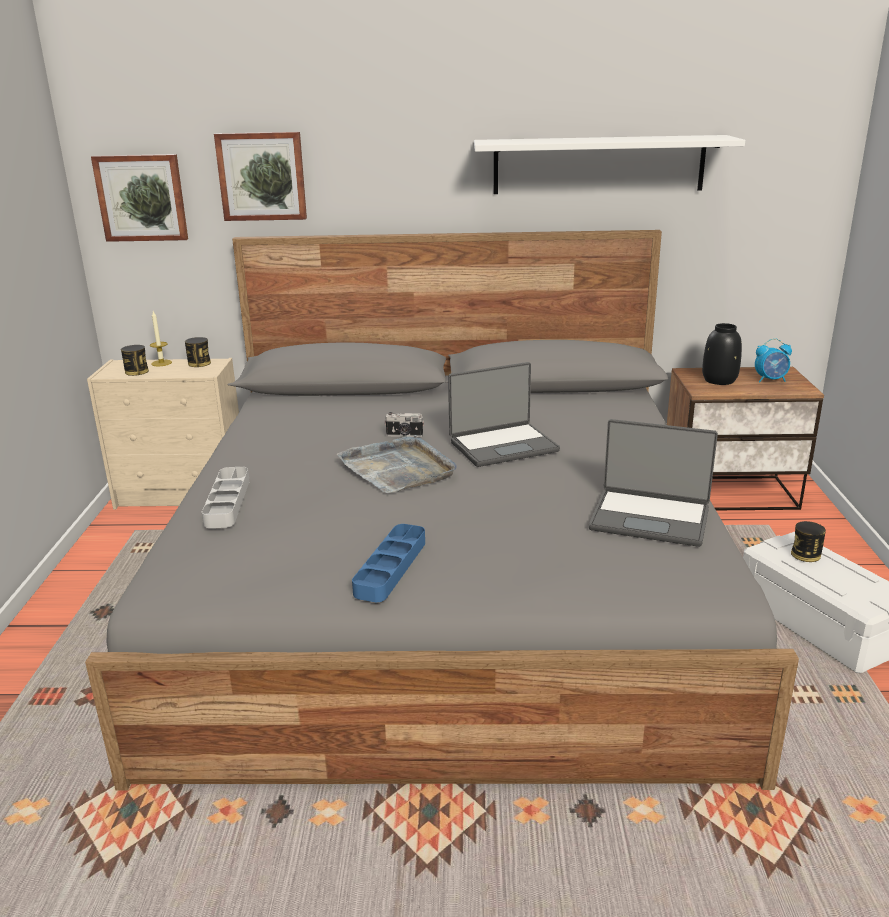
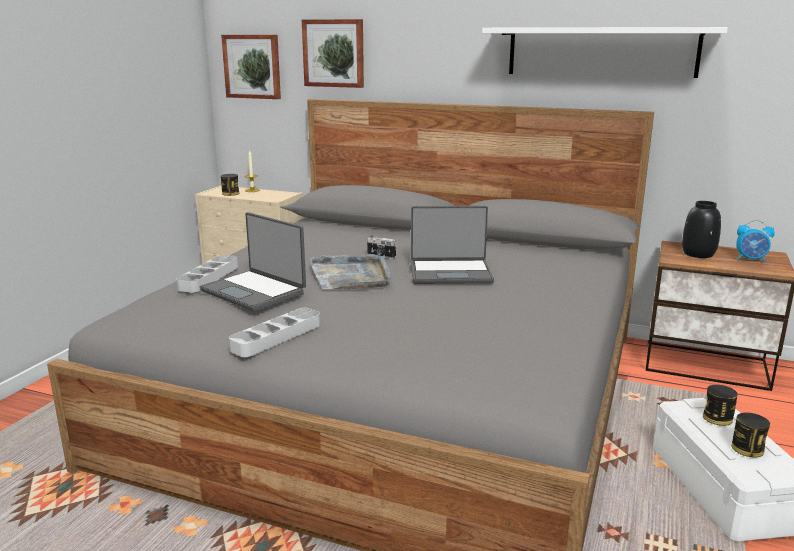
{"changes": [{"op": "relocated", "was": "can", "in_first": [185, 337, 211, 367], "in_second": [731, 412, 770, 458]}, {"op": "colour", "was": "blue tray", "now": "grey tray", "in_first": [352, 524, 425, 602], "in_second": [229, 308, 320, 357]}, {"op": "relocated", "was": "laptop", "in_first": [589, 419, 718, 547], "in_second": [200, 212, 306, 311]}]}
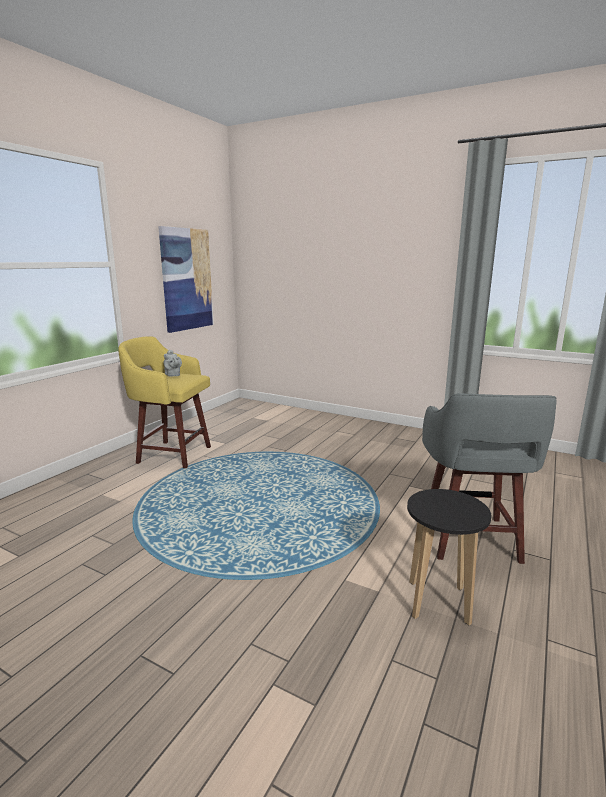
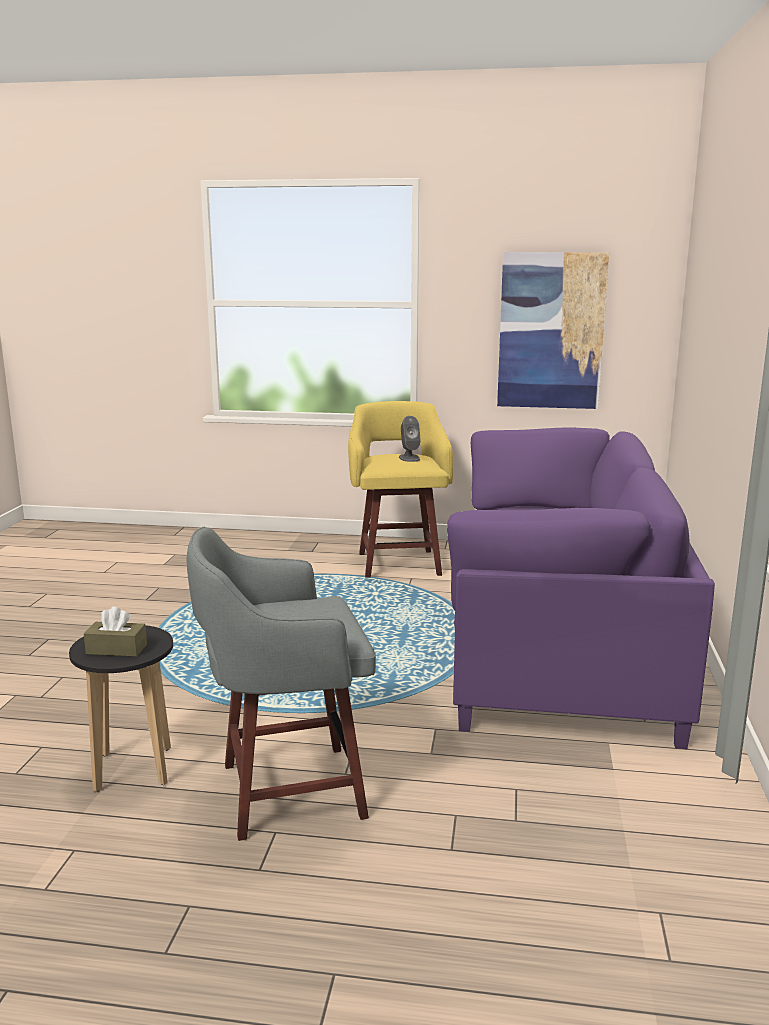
{"changes": [{"op": "exchanged", "was": "grey teapot", "now": "grey speaker", "in_first": [164, 350, 182, 377], "in_second": [399, 416, 421, 462]}, {"op": "appeared", "now": "brown tissue box", "in_second": [84, 607, 147, 657]}, {"op": "appeared", "now": "purple sofa", "in_second": [447, 428, 715, 749]}]}
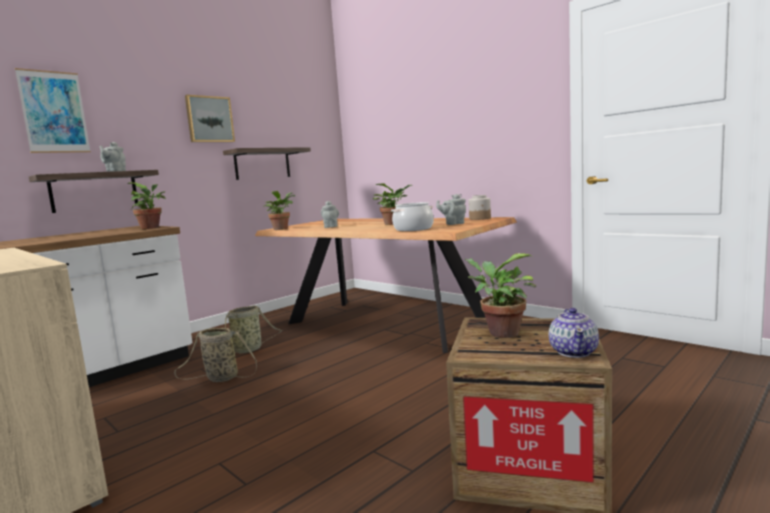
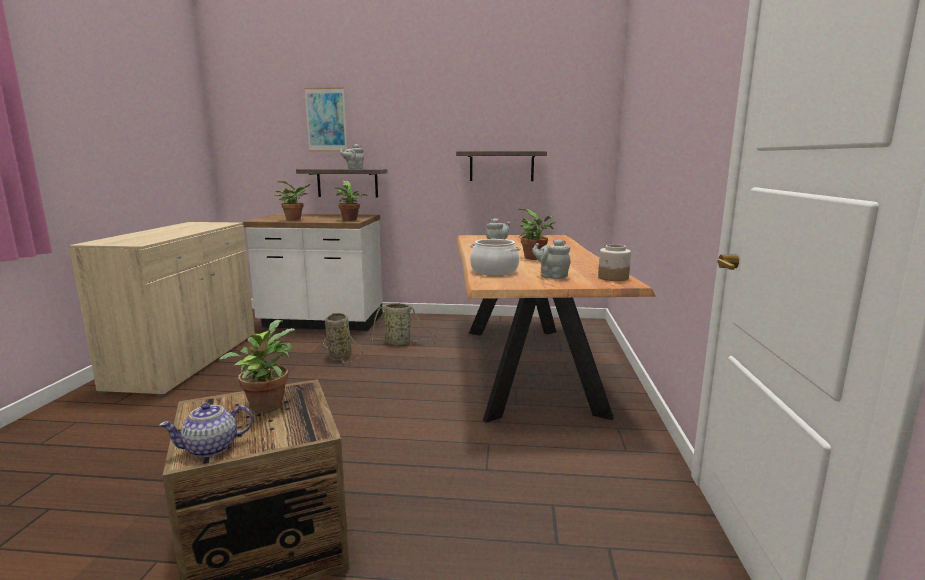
{"changes": [{"op": "missing", "was": "picture", "in_first": [185, 95, 235, 142]}, {"op": "relocated", "was": "potted plant", "in_first": [263, 191, 295, 230], "in_second": [275, 181, 313, 220]}]}
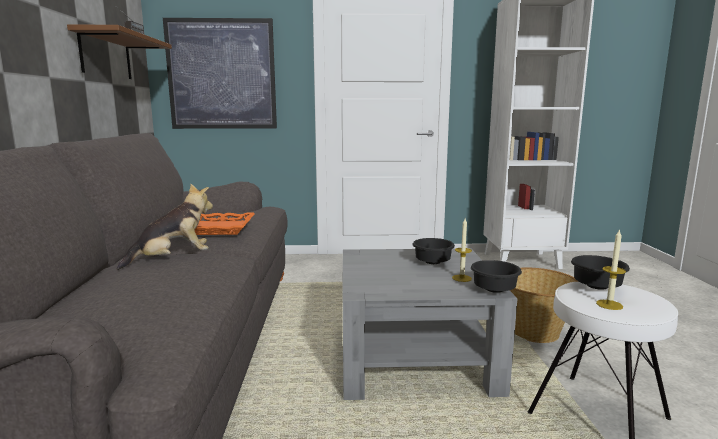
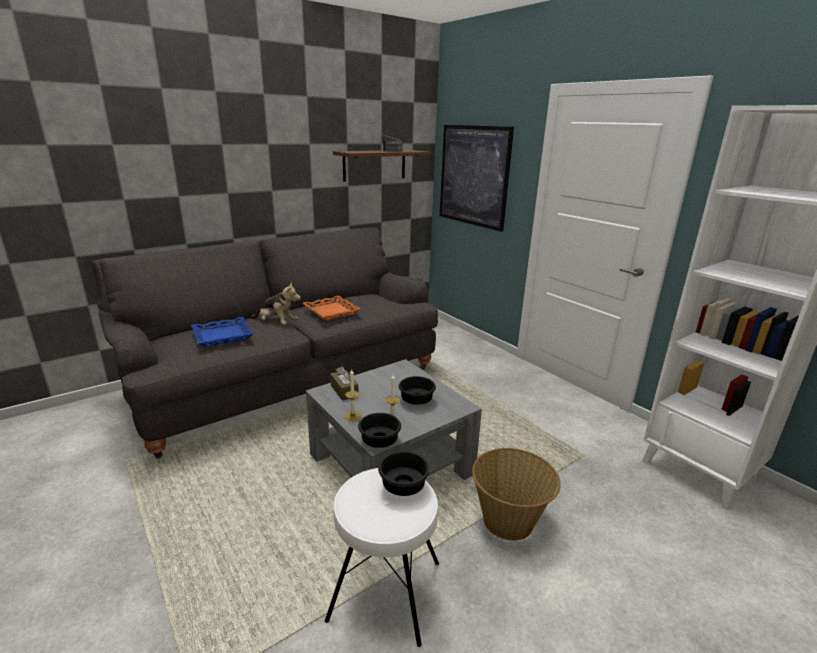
{"changes": [{"op": "relocated", "was": "candle", "in_first": [596, 229, 626, 310], "in_second": [345, 369, 361, 421]}, {"op": "appeared", "now": "blue tray", "in_second": [191, 317, 254, 347]}, {"op": "appeared", "now": "brown tissue box", "in_second": [330, 366, 358, 401]}]}
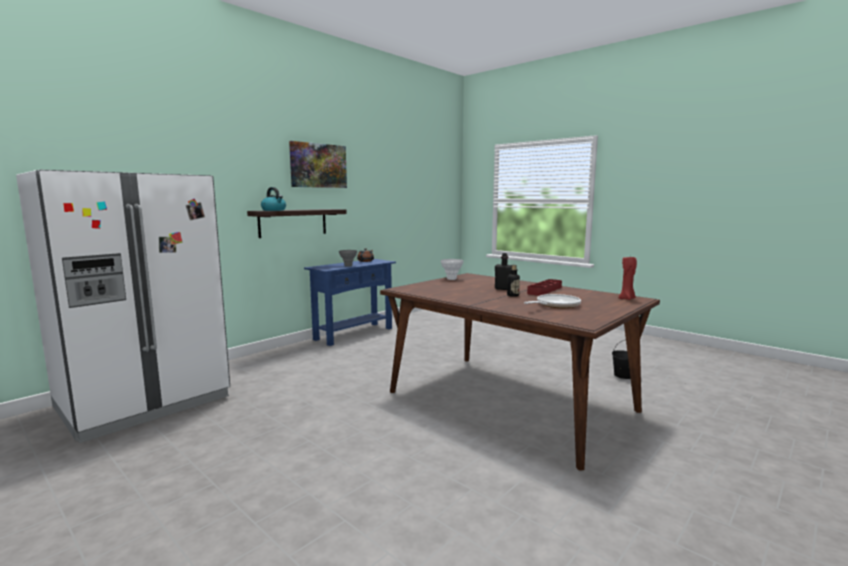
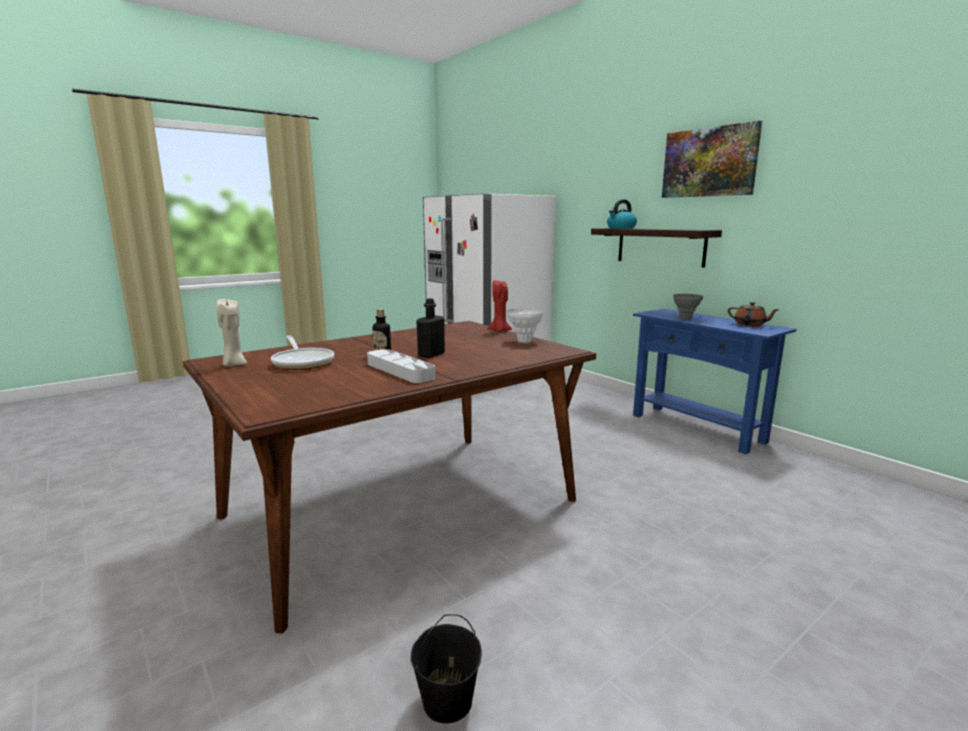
{"changes": [{"op": "colour", "was": "red tray", "now": "grey tray", "in_first": [527, 279, 562, 296], "in_second": [367, 349, 435, 383]}, {"op": "relocated", "was": "red candle", "in_first": [619, 257, 637, 300], "in_second": [488, 279, 512, 332]}, {"op": "appeared", "now": "beige candle", "in_second": [216, 298, 247, 367]}]}
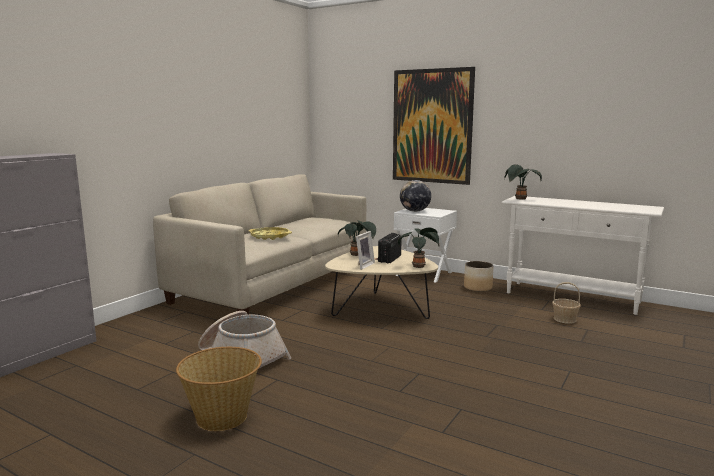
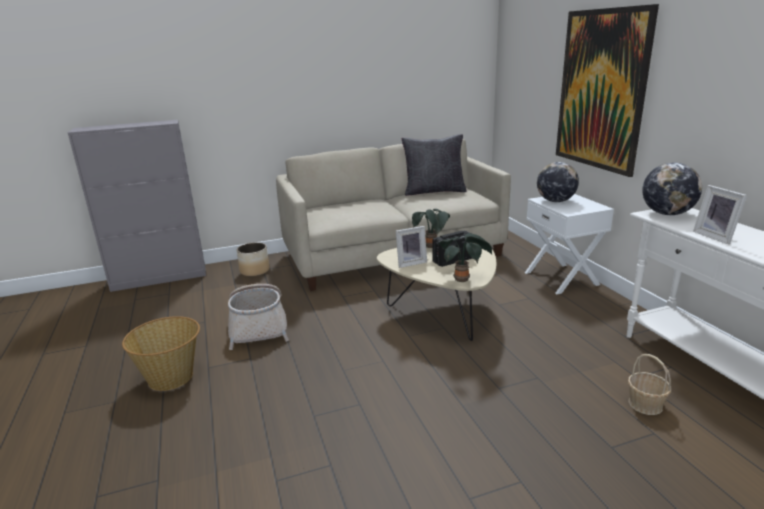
{"changes": [{"op": "missing", "was": "yellow tray", "in_first": [248, 227, 292, 240]}, {"op": "relocated", "was": "planter", "in_first": [464, 261, 493, 292], "in_second": [237, 242, 270, 277]}, {"op": "exchanged", "was": "potted plant", "now": "globe", "in_first": [504, 164, 542, 200], "in_second": [642, 162, 702, 215]}, {"op": "appeared", "now": "black pillow", "in_second": [402, 134, 467, 196]}, {"op": "appeared", "now": "picture frame", "in_second": [693, 185, 747, 244]}]}
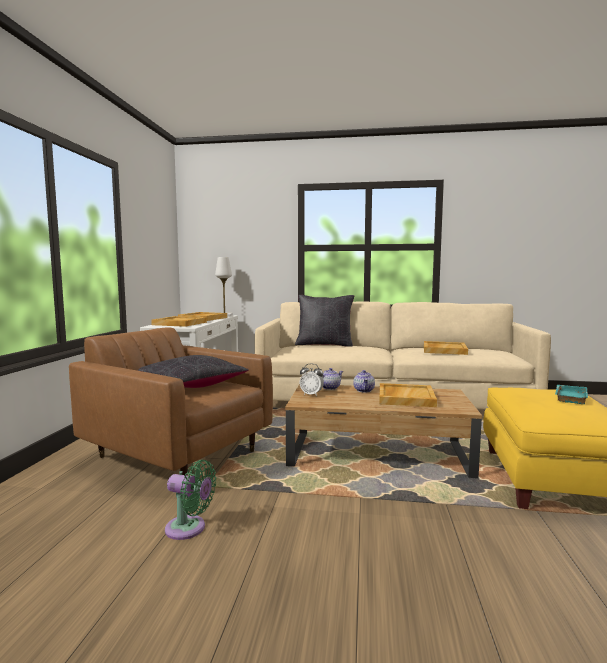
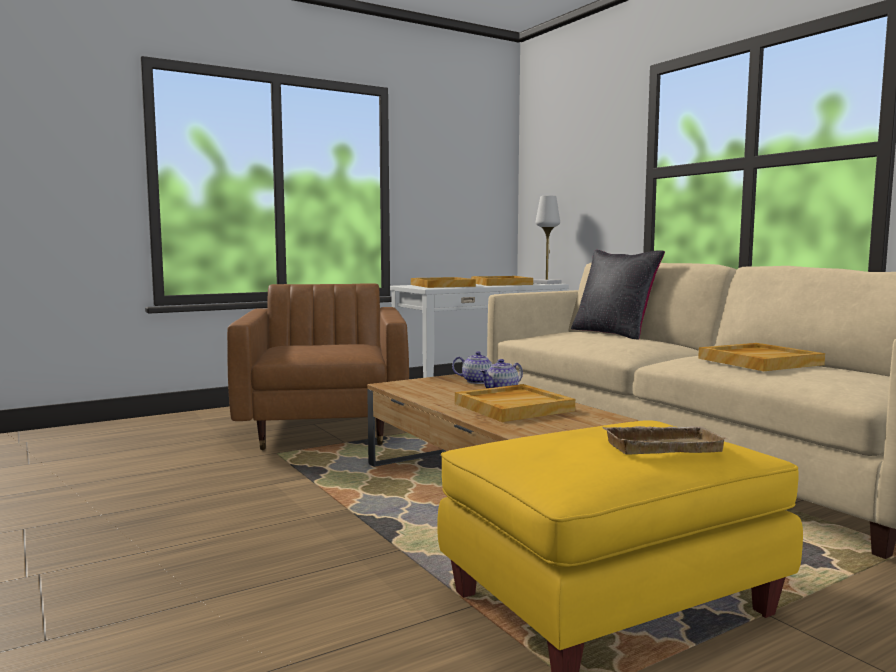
{"changes": [{"op": "missing", "was": "black pillow", "in_first": [138, 355, 249, 388]}, {"op": "missing", "was": "green fan", "in_first": [165, 460, 216, 540]}, {"op": "missing", "was": "alarm clock", "in_first": [299, 364, 324, 396]}, {"op": "colour", "was": "turquoise tray", "now": "beige tray", "in_first": [555, 385, 588, 404], "in_second": [603, 426, 728, 455]}]}
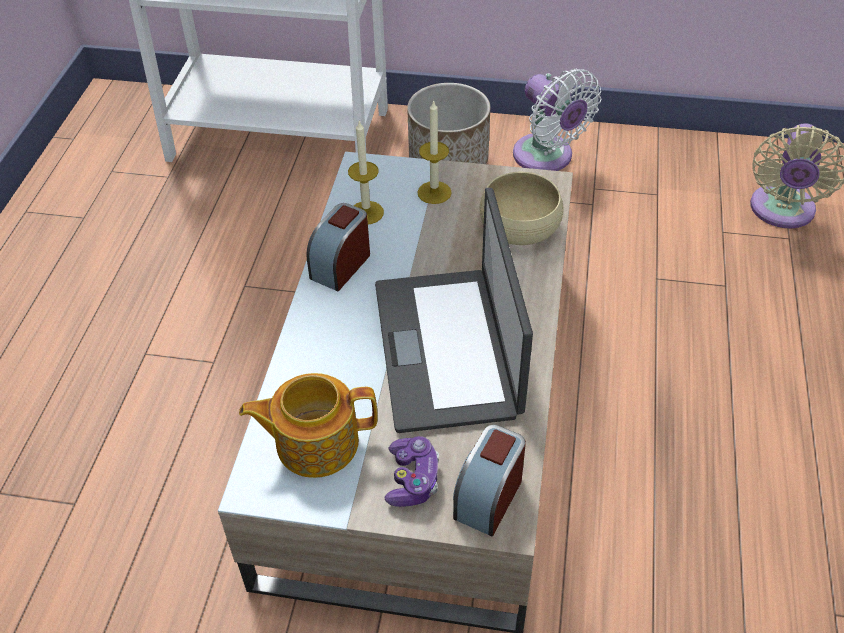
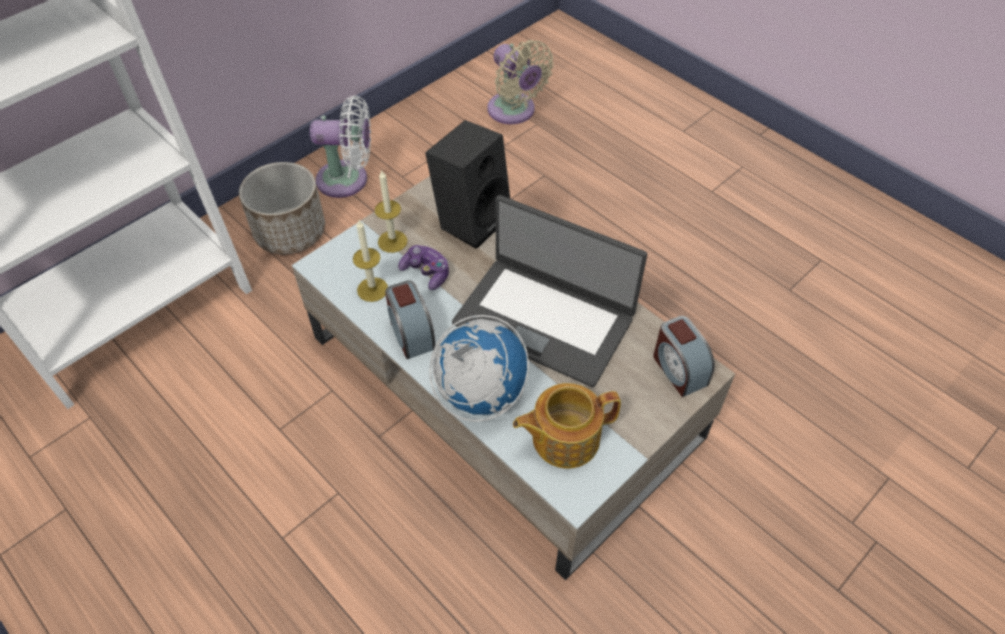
{"changes": [{"op": "spun", "was": "teapot", "in_first": [239, 373, 378, 478], "in_second": [513, 383, 621, 468], "clockwise": 45}, {"op": "relocated", "was": "game controller", "in_first": [384, 436, 439, 507], "in_second": [398, 245, 449, 290]}, {"op": "exchanged", "was": "beige bowl", "now": "black speaker", "in_first": [480, 172, 563, 245], "in_second": [425, 120, 510, 249]}, {"op": "appeared", "now": "globe", "in_second": [429, 315, 529, 422]}]}
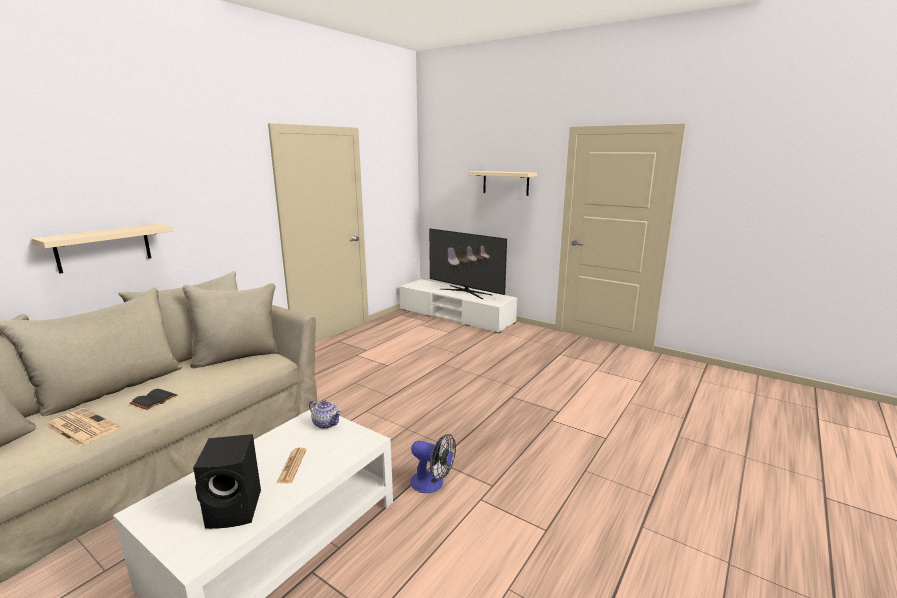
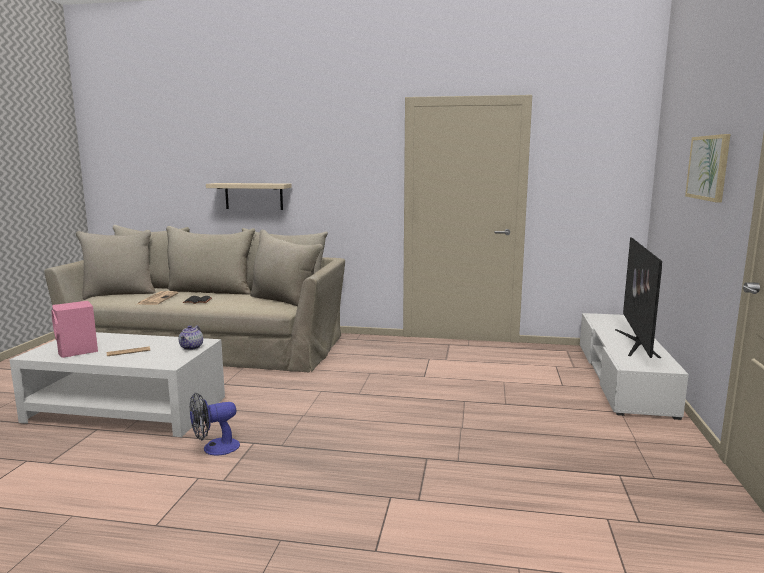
{"changes": [{"op": "colour", "was": "black speaker", "now": "pink speaker", "in_first": [193, 434, 261, 529], "in_second": [52, 301, 98, 358]}, {"op": "spun", "was": "fan", "in_first": [410, 434, 456, 493], "in_second": [190, 393, 240, 456], "clockwise": 60}, {"op": "exchanged", "was": "beige shelf", "now": "picture", "in_first": [467, 171, 537, 196], "in_second": [685, 134, 730, 202]}]}
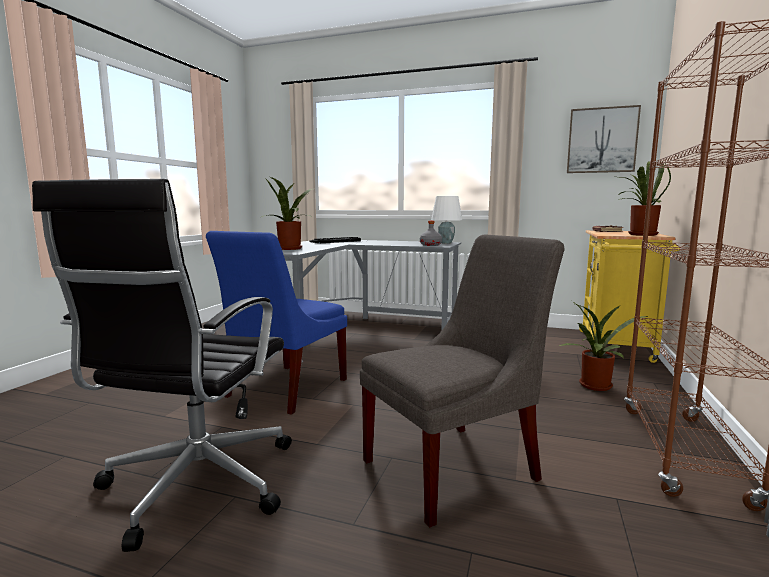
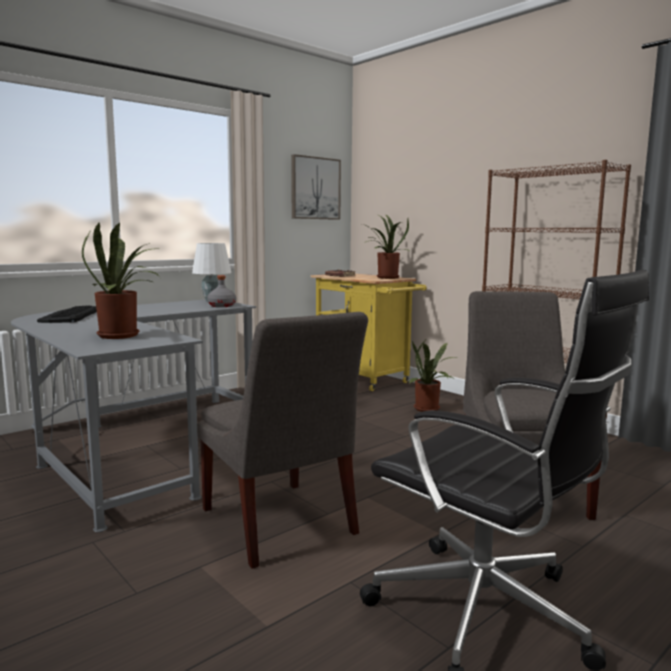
{"changes": [{"op": "colour", "was": "blue chair", "now": "grey chair", "in_first": [206, 231, 347, 415], "in_second": [197, 312, 368, 569]}]}
